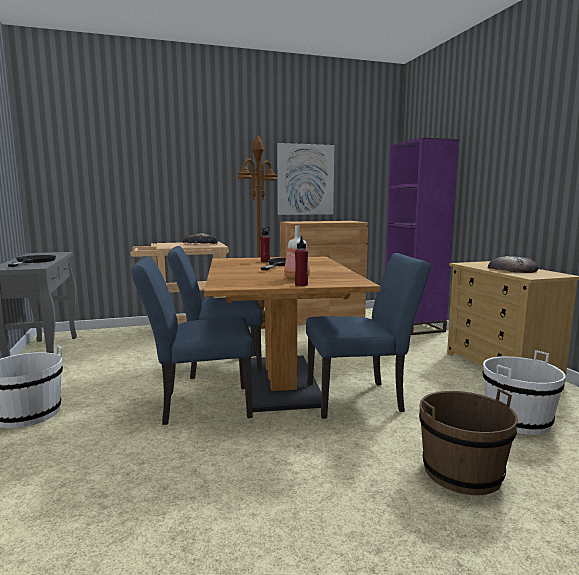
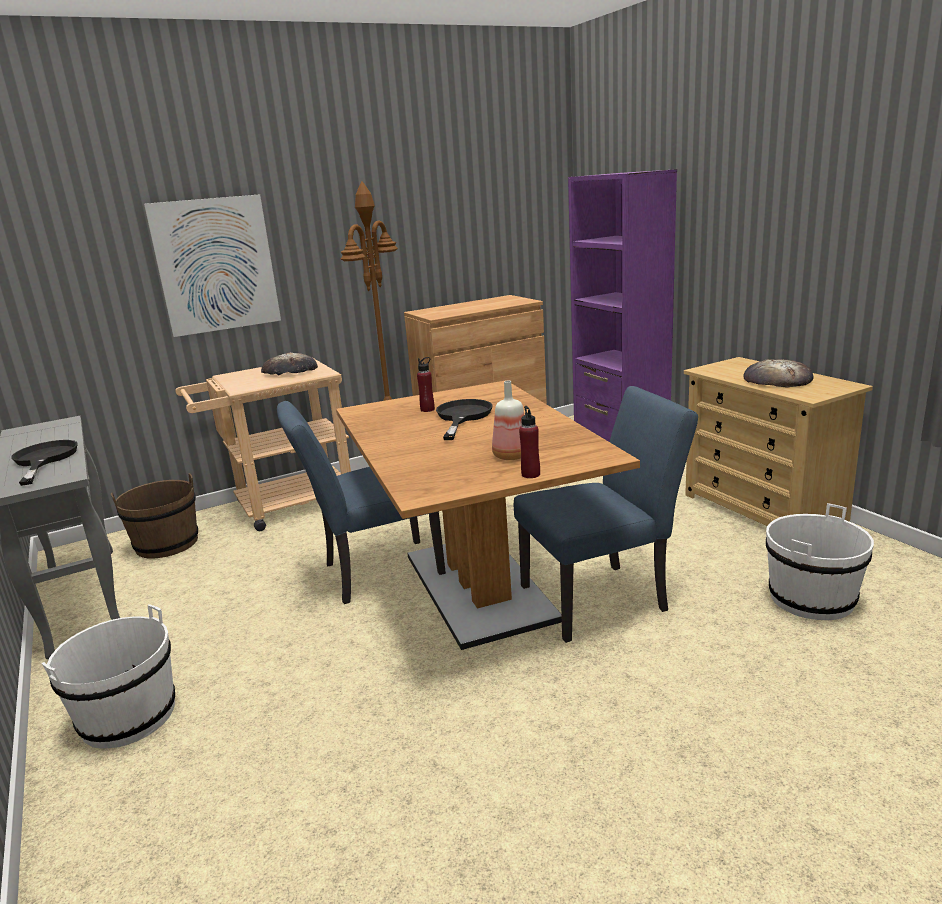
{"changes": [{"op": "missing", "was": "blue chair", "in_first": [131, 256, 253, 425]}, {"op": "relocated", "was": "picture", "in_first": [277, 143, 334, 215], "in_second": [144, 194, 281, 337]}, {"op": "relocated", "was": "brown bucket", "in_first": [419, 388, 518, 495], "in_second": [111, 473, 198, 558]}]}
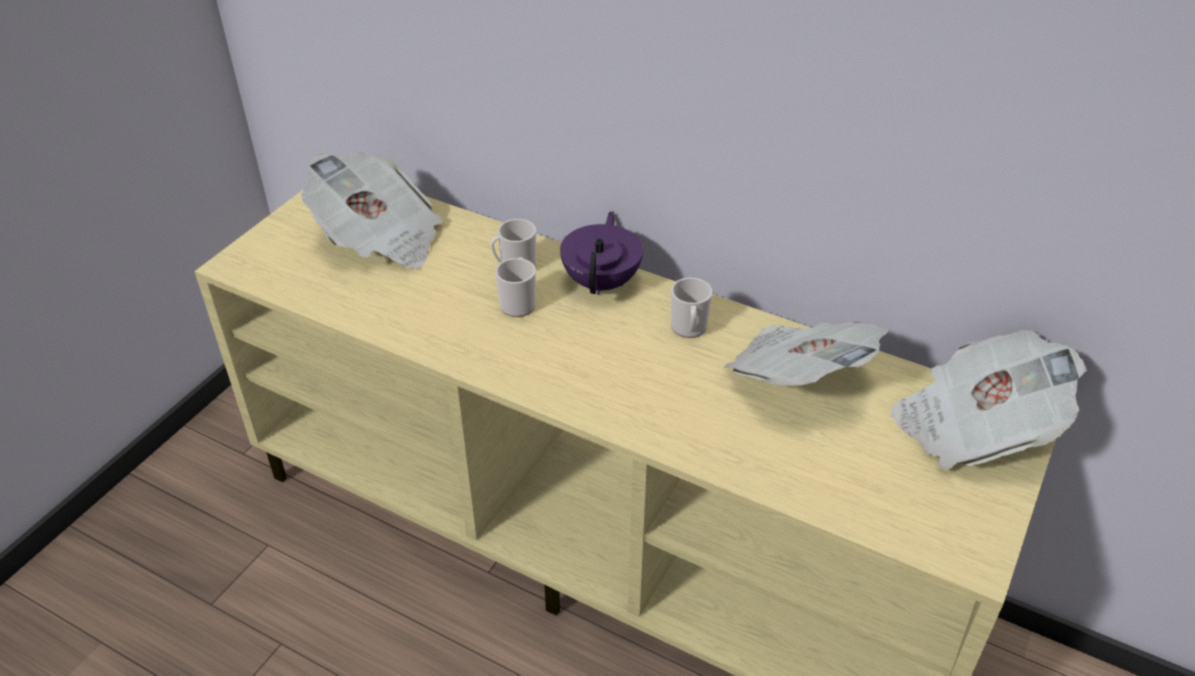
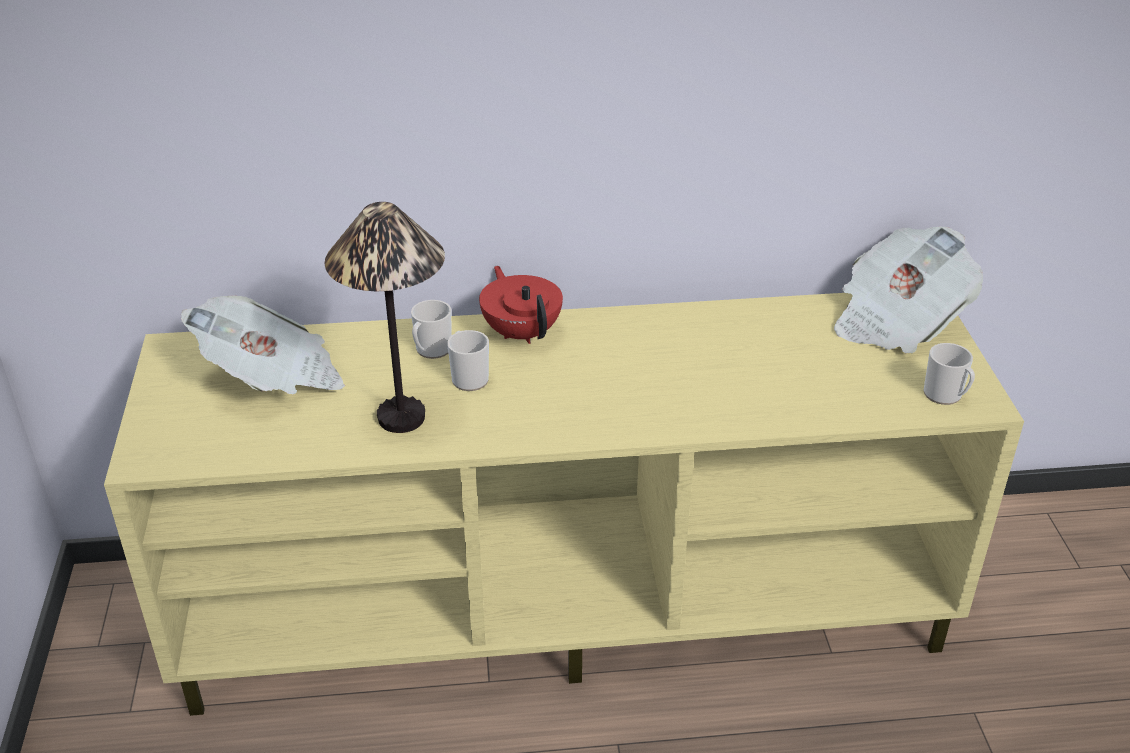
{"changes": [{"op": "colour", "was": "purple teapot", "now": "red teapot", "in_first": [560, 211, 643, 295], "in_second": [479, 266, 563, 344]}, {"op": "relocated", "was": "mug", "in_first": [671, 278, 712, 338], "in_second": [923, 343, 975, 405]}, {"op": "missing", "was": "newspaper", "in_first": [724, 322, 889, 386]}, {"op": "appeared", "now": "table lamp", "in_second": [325, 202, 445, 433]}]}
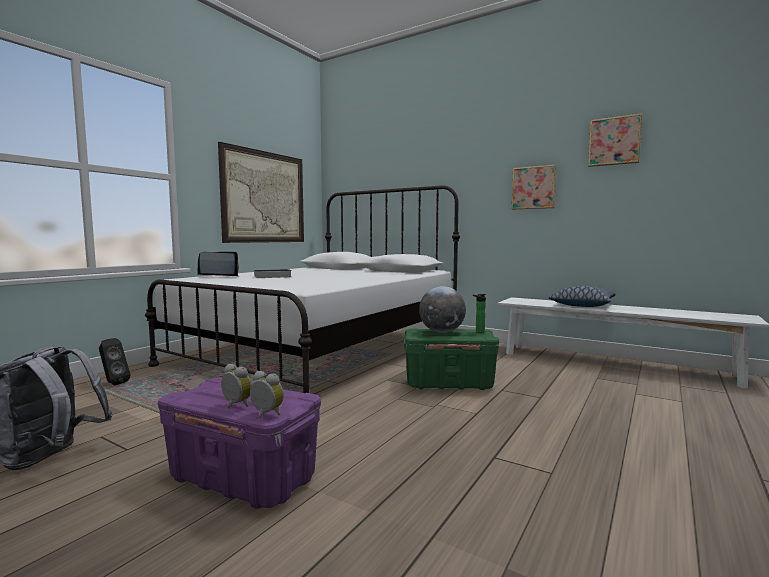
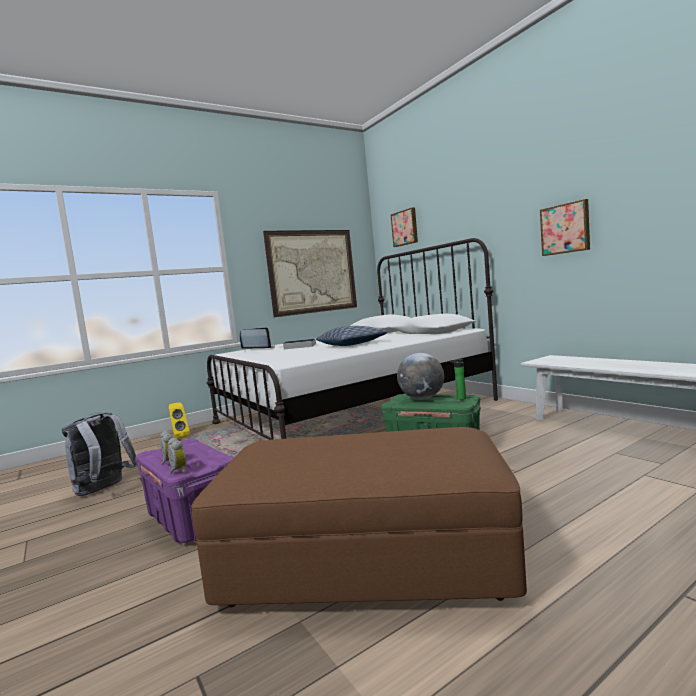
{"changes": [{"op": "colour", "was": "black speaker", "now": "yellow speaker", "in_first": [99, 338, 130, 385], "in_second": [169, 402, 190, 439]}, {"op": "relocated", "was": "pillow", "in_first": [549, 286, 615, 307], "in_second": [316, 326, 387, 346]}, {"op": "relocated", "was": "picture", "in_first": [588, 113, 642, 167], "in_second": [391, 208, 418, 247]}, {"op": "appeared", "now": "brown ottoman", "in_second": [191, 427, 527, 607]}]}
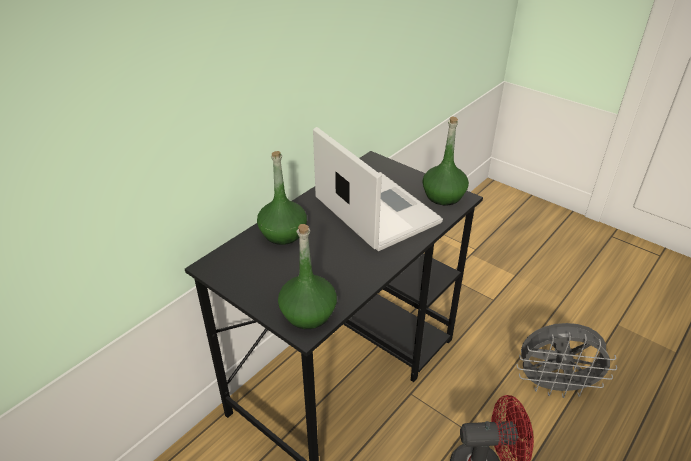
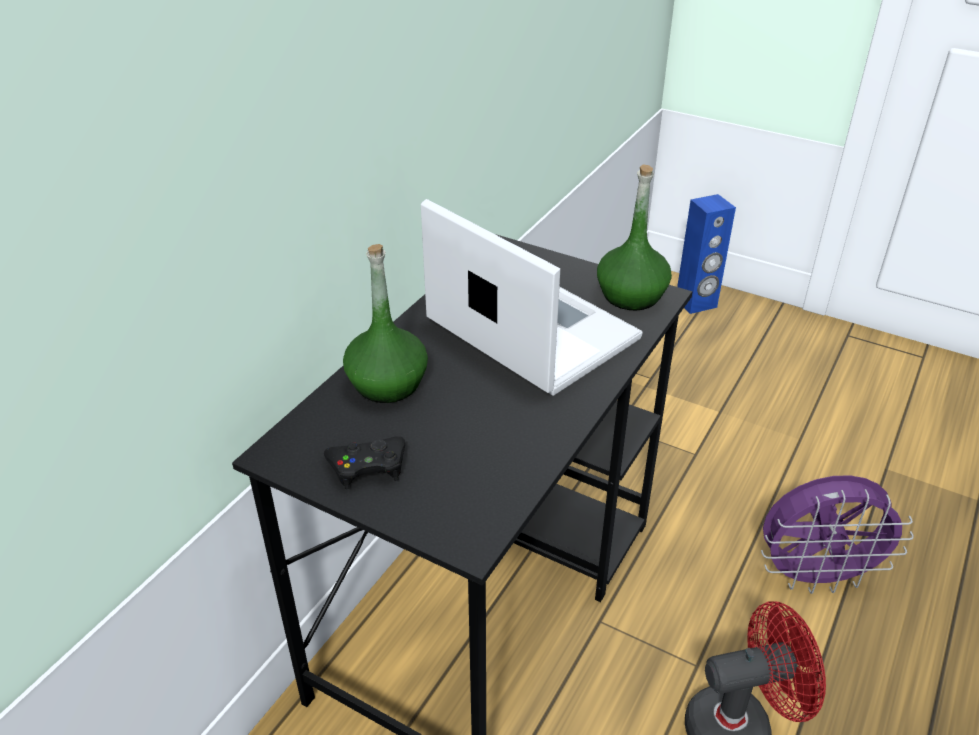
{"changes": [{"op": "missing", "was": "green bottle", "in_first": [278, 224, 337, 329]}, {"op": "colour", "was": "grey fan", "now": "purple fan", "in_first": [517, 323, 617, 398], "in_second": [761, 475, 914, 594]}, {"op": "appeared", "now": "black game controller", "in_second": [324, 436, 405, 489]}, {"op": "appeared", "now": "blue speaker", "in_second": [677, 194, 736, 314]}]}
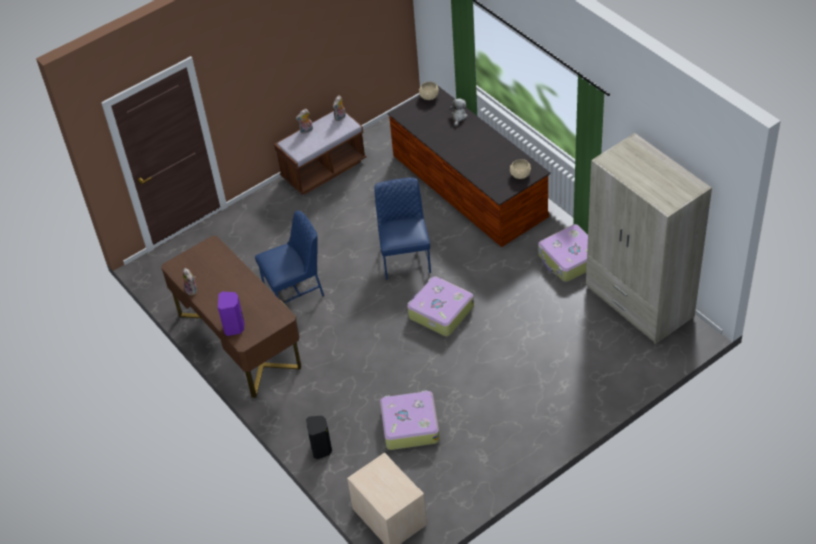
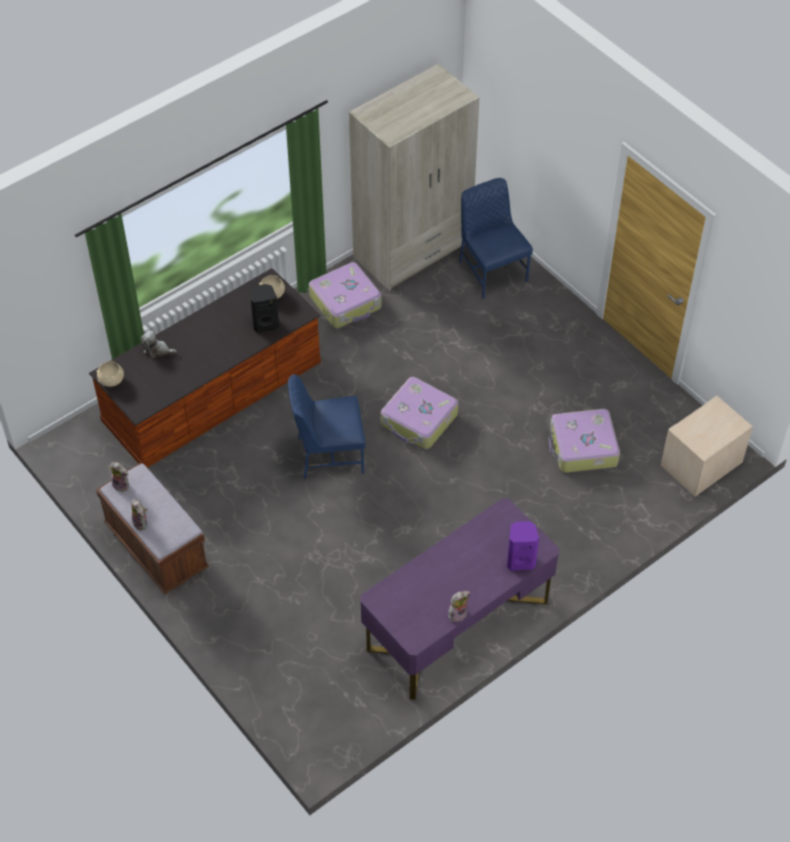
{"changes": [{"op": "colour", "was": "brown desk", "now": "purple desk", "in_first": [161, 236, 301, 398], "in_second": [360, 498, 559, 700]}, {"op": "relocated", "was": "blue chair", "in_first": [255, 211, 324, 303], "in_second": [459, 178, 533, 299]}, {"op": "relocated", "was": "black speaker", "in_first": [306, 416, 332, 459], "in_second": [251, 284, 279, 333]}]}
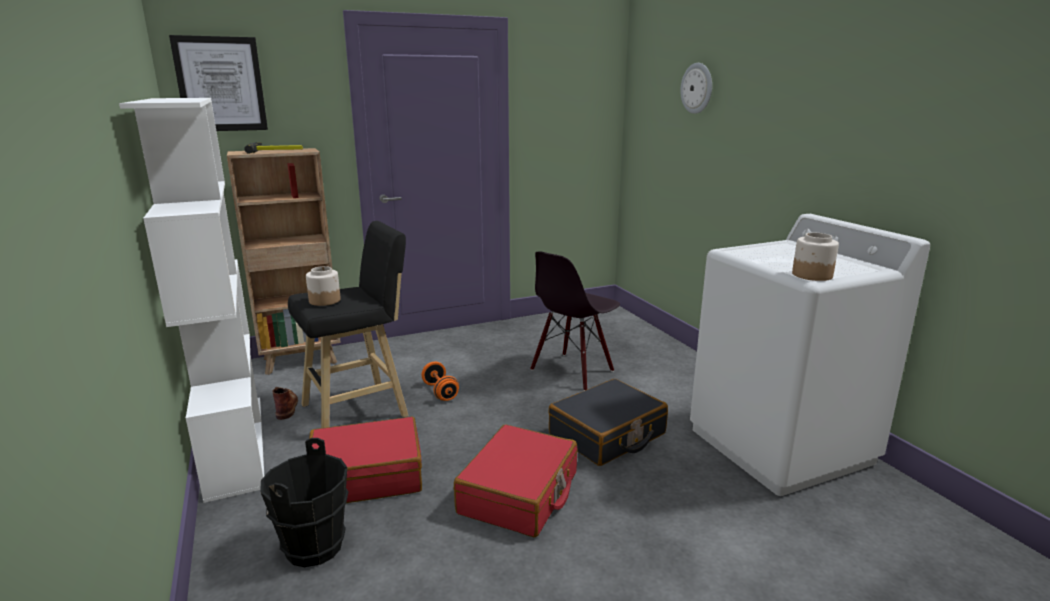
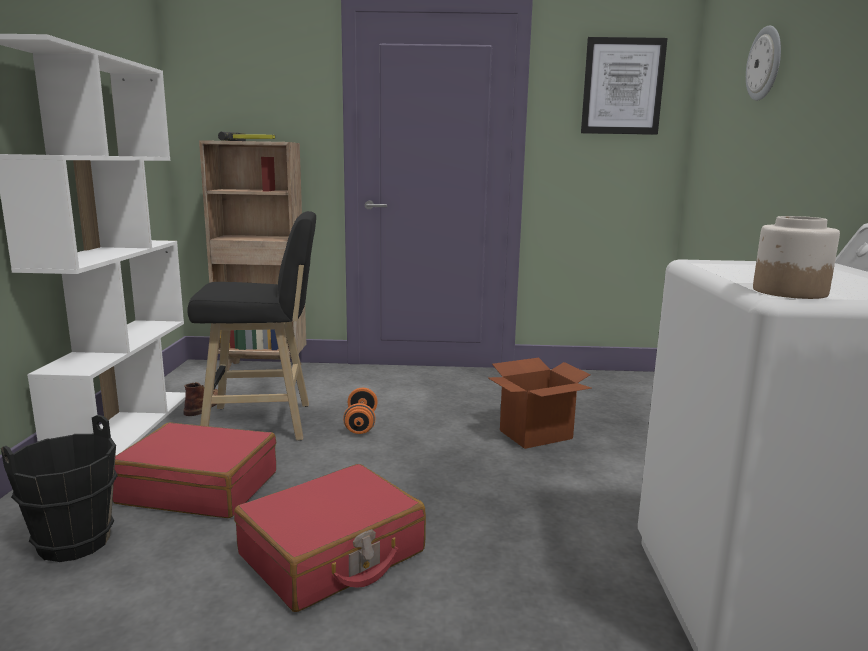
{"changes": [{"op": "relocated", "was": "picture", "in_first": [169, 35, 268, 131], "in_second": [581, 37, 668, 135]}, {"op": "missing", "was": "jar", "in_first": [306, 266, 341, 306]}, {"op": "exchanged", "was": "black chair", "now": "cardboard box", "in_first": [530, 251, 620, 391], "in_second": [488, 357, 592, 449]}, {"op": "missing", "was": "black suitcase", "in_first": [548, 379, 668, 466]}]}
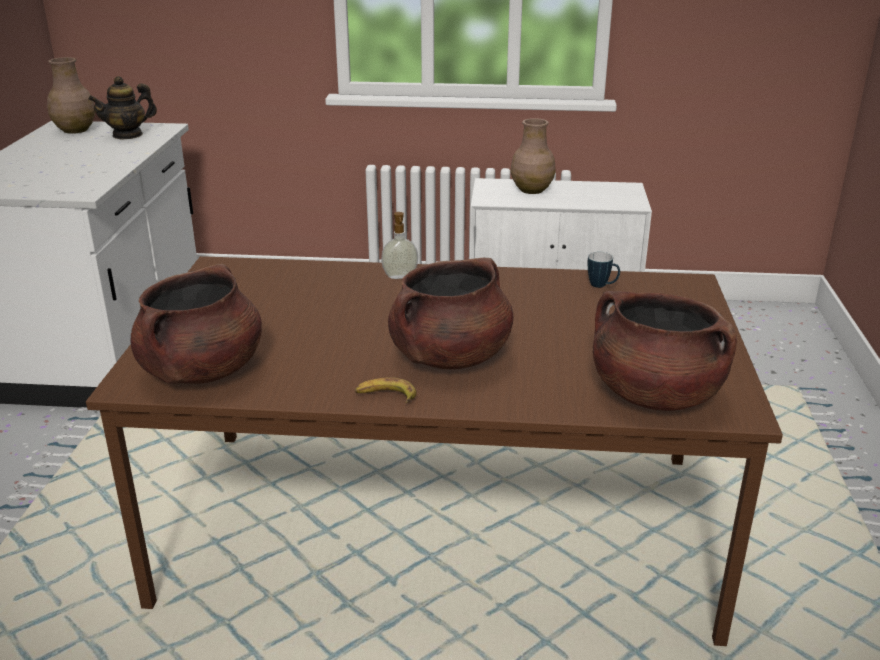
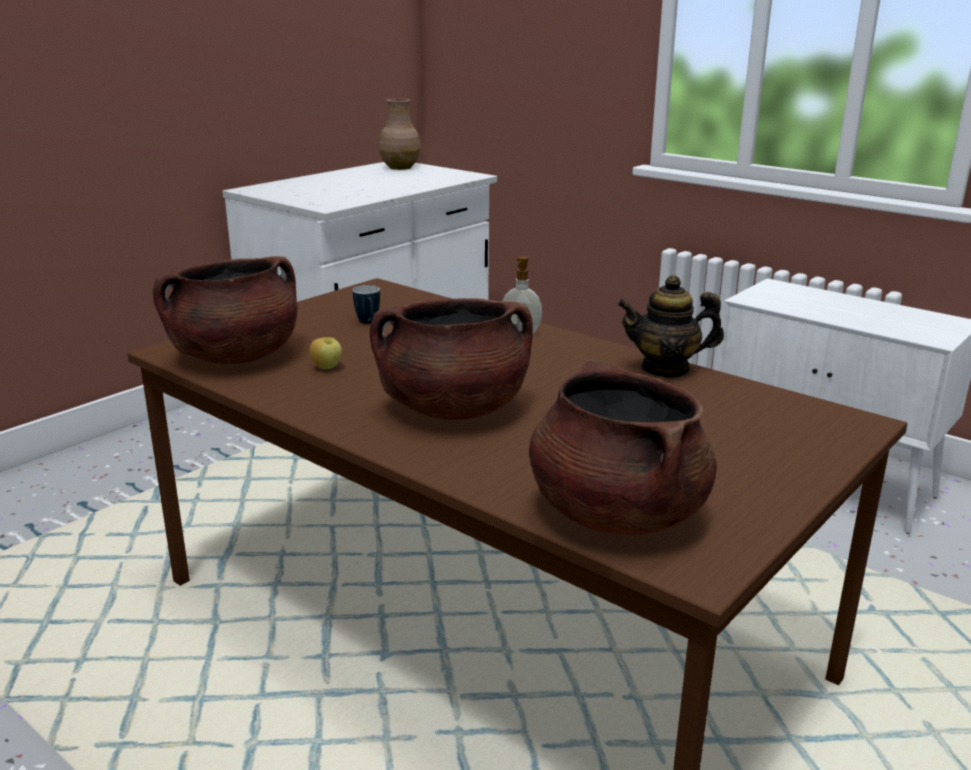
{"changes": [{"op": "relocated", "was": "teapot", "in_first": [88, 76, 157, 140], "in_second": [617, 275, 724, 378]}, {"op": "missing", "was": "banana", "in_first": [355, 377, 417, 403]}, {"op": "missing", "was": "brown vase", "in_first": [511, 118, 555, 194]}, {"op": "relocated", "was": "mug", "in_first": [588, 252, 620, 288], "in_second": [353, 285, 380, 324]}, {"op": "appeared", "now": "apple", "in_second": [310, 337, 342, 369]}]}
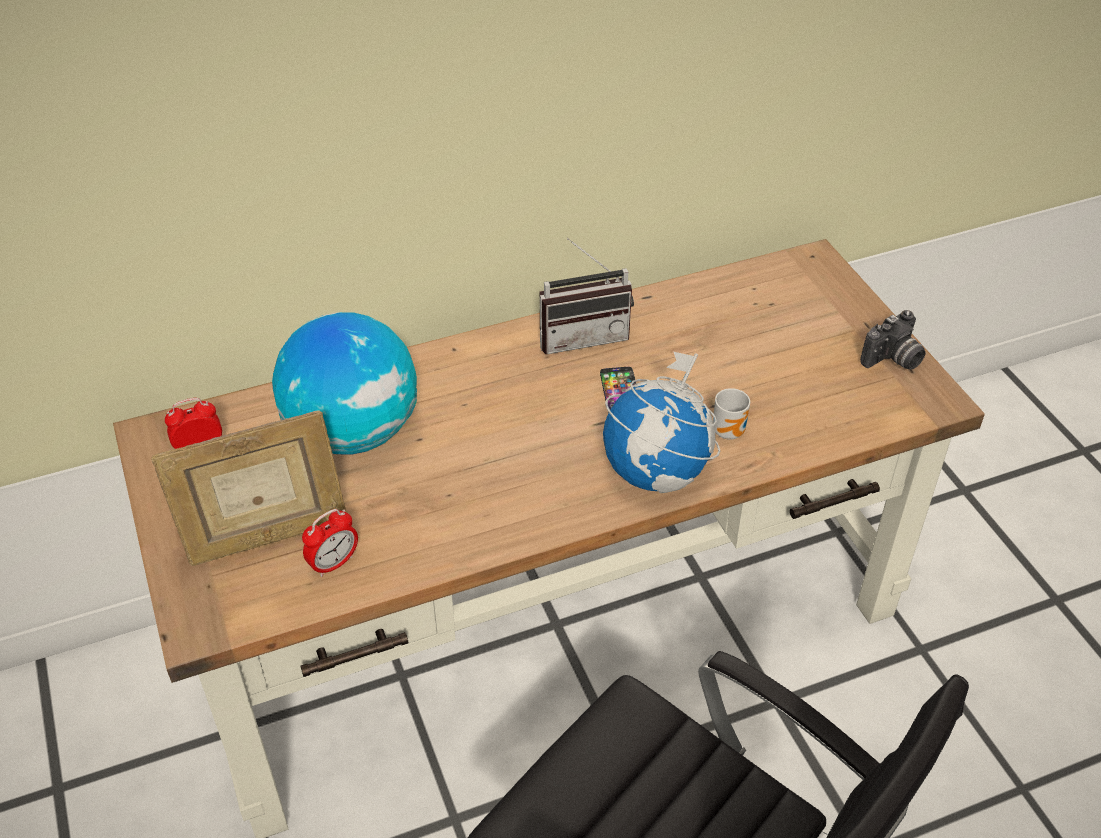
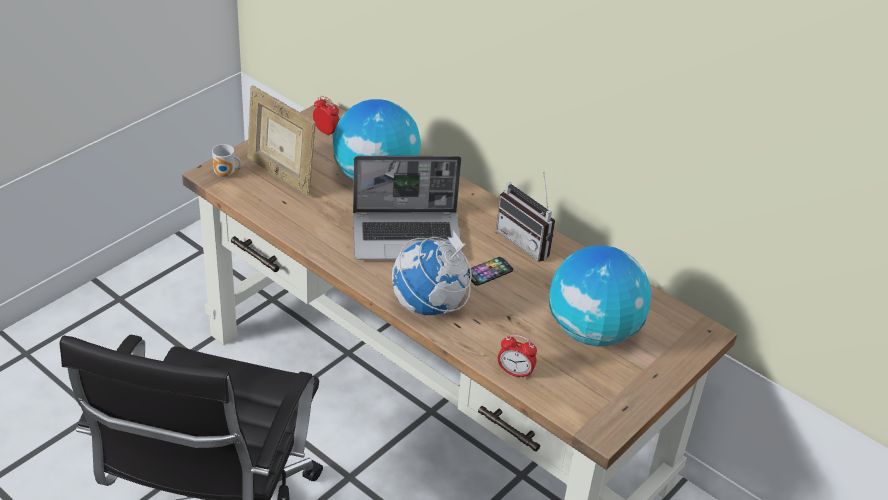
{"changes": [{"op": "relocated", "was": "alarm clock", "in_first": [302, 509, 358, 577], "in_second": [498, 334, 537, 379]}, {"op": "relocated", "was": "mug", "in_first": [713, 388, 750, 440], "in_second": [212, 144, 241, 177]}, {"op": "missing", "was": "photo camera", "in_first": [860, 310, 926, 370]}, {"op": "appeared", "now": "laptop", "in_second": [353, 156, 463, 260]}, {"op": "appeared", "now": "globe", "in_second": [549, 246, 651, 346]}]}
